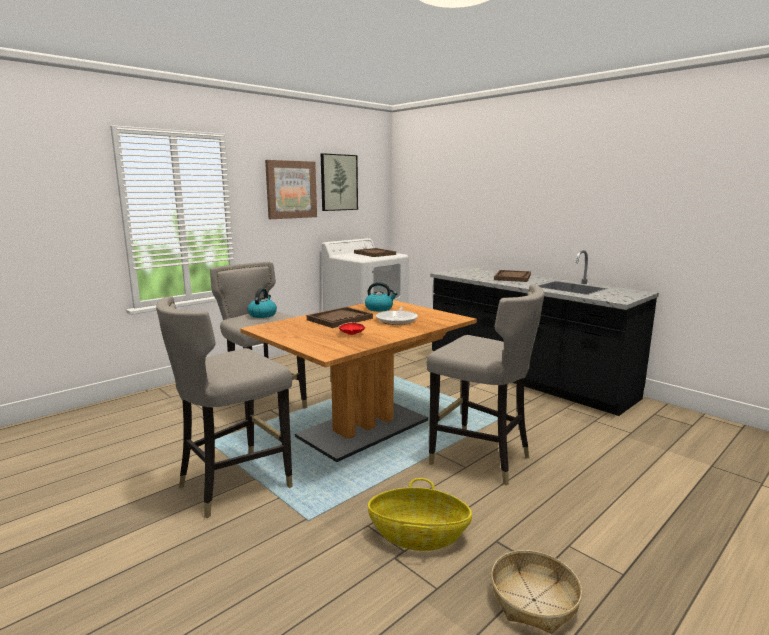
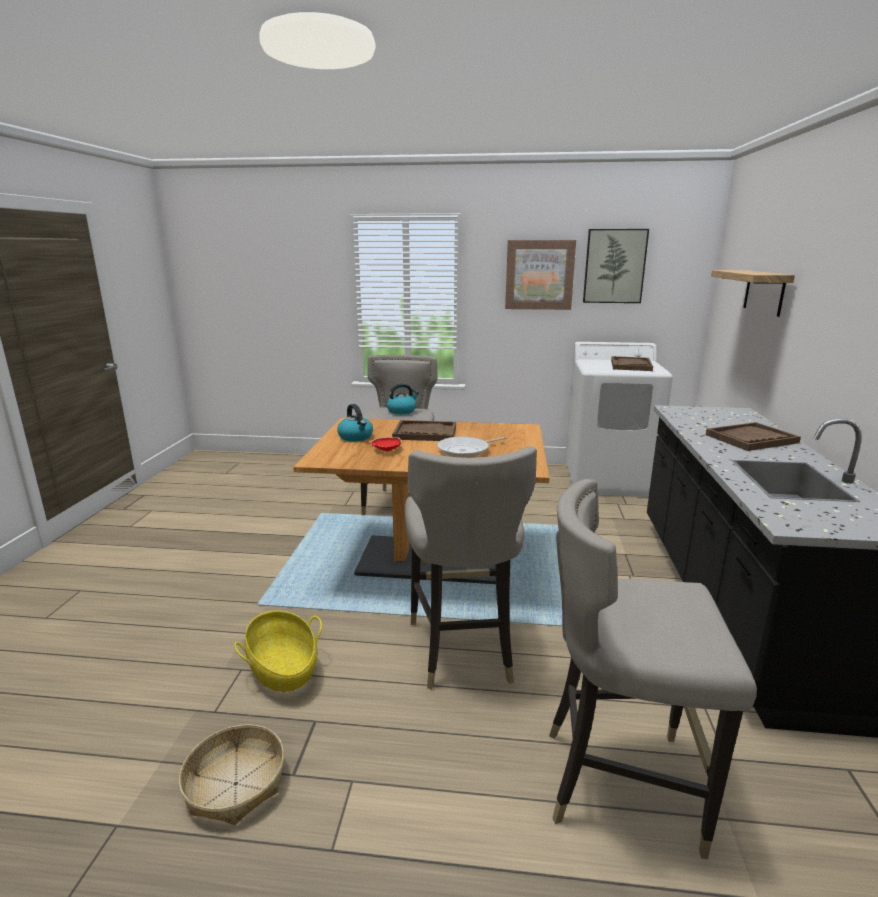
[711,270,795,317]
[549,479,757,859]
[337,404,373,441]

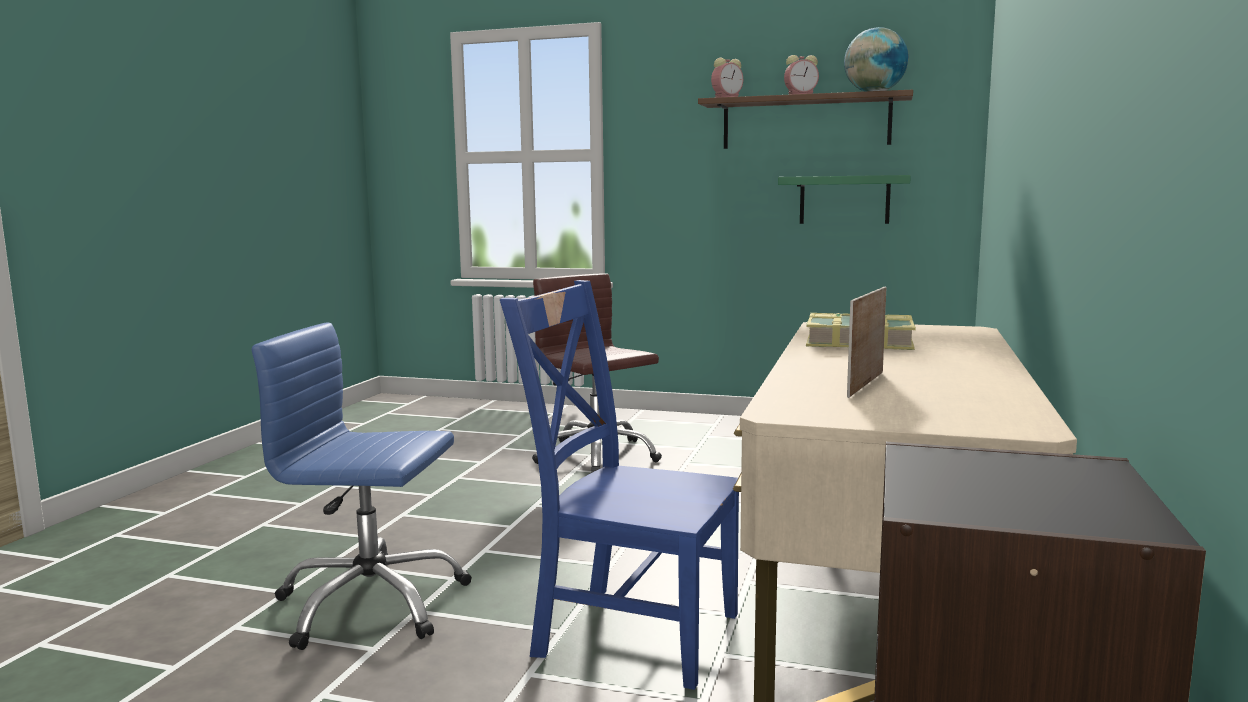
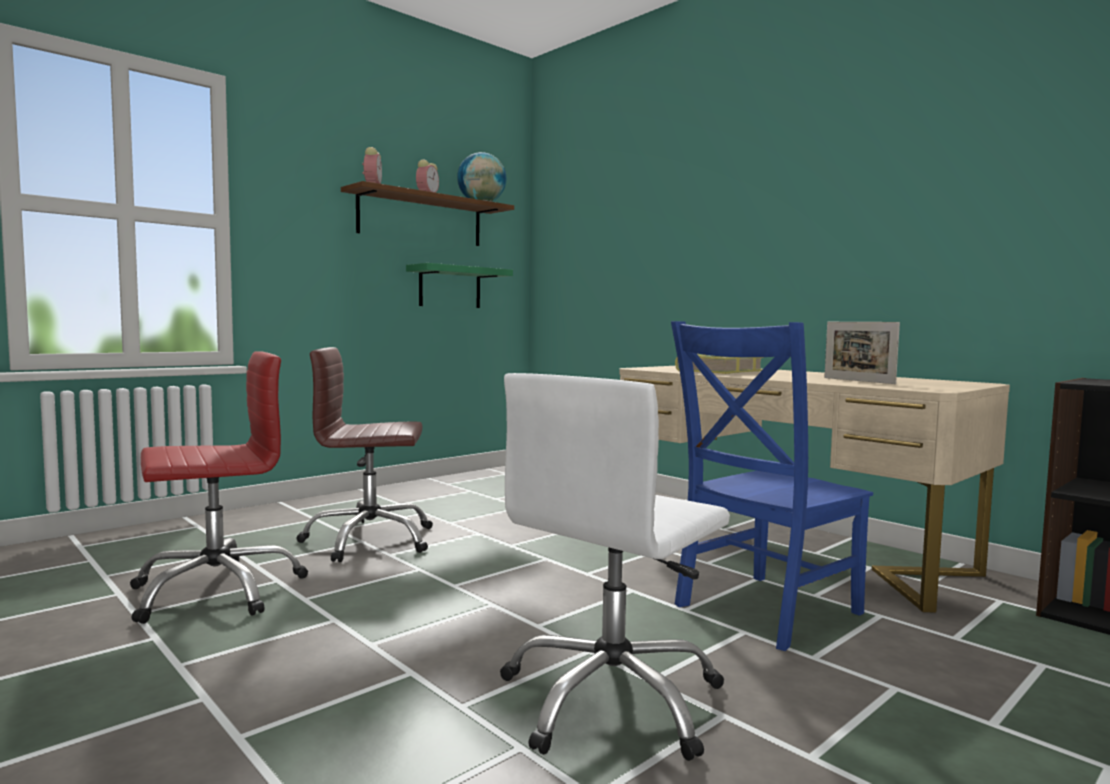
[130,351,308,624]
[500,373,730,761]

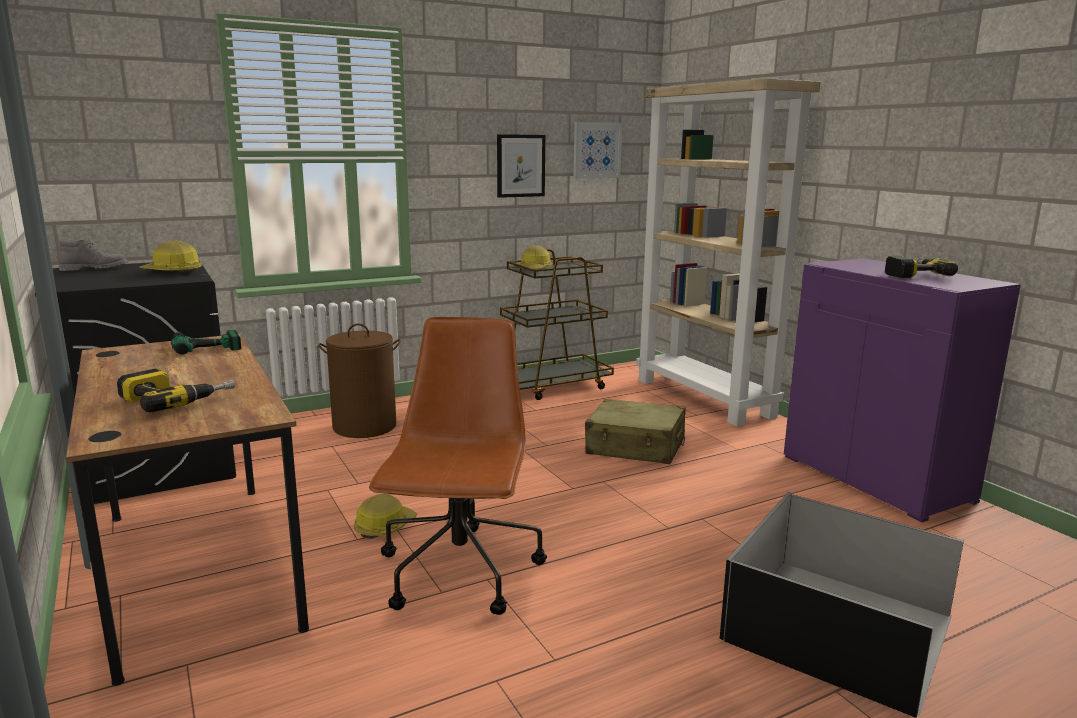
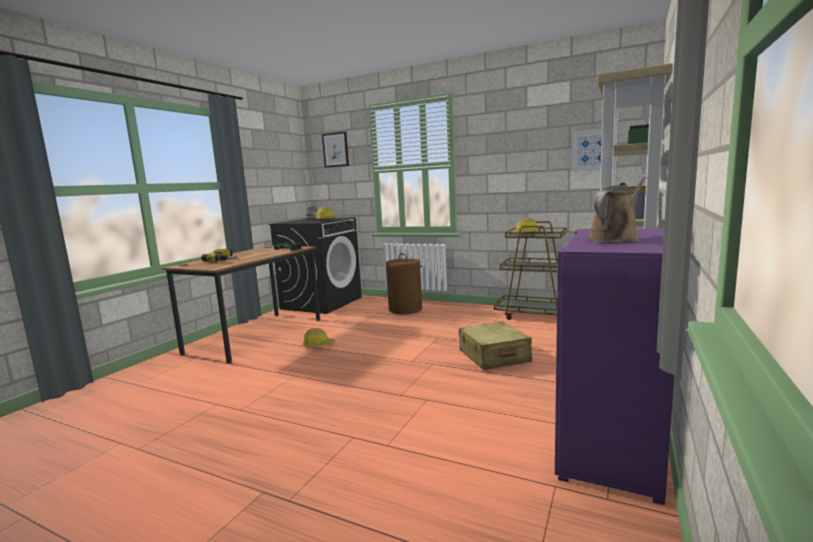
[369,317,547,615] (first image)
[720,492,964,718] (first image)
[322,131,349,168]
[588,176,647,243]

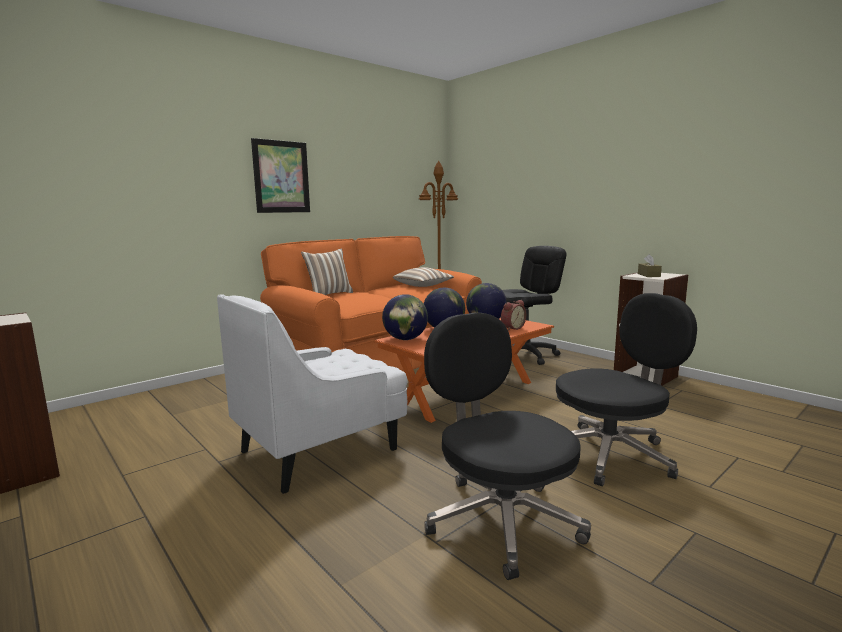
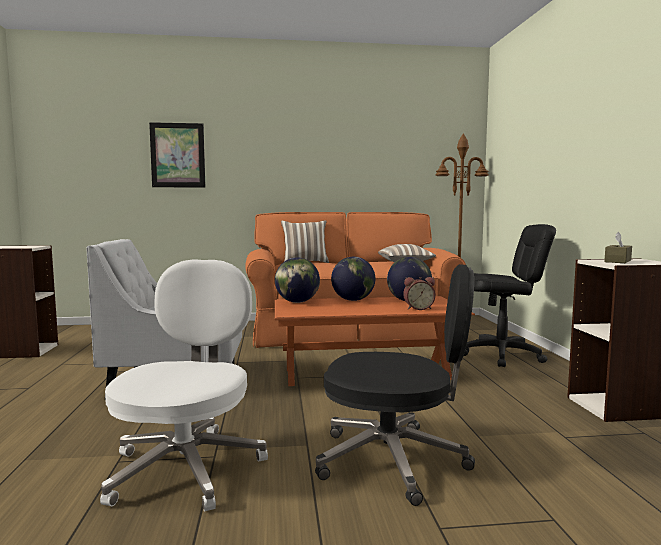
[149,122,205,188]
[100,259,268,511]

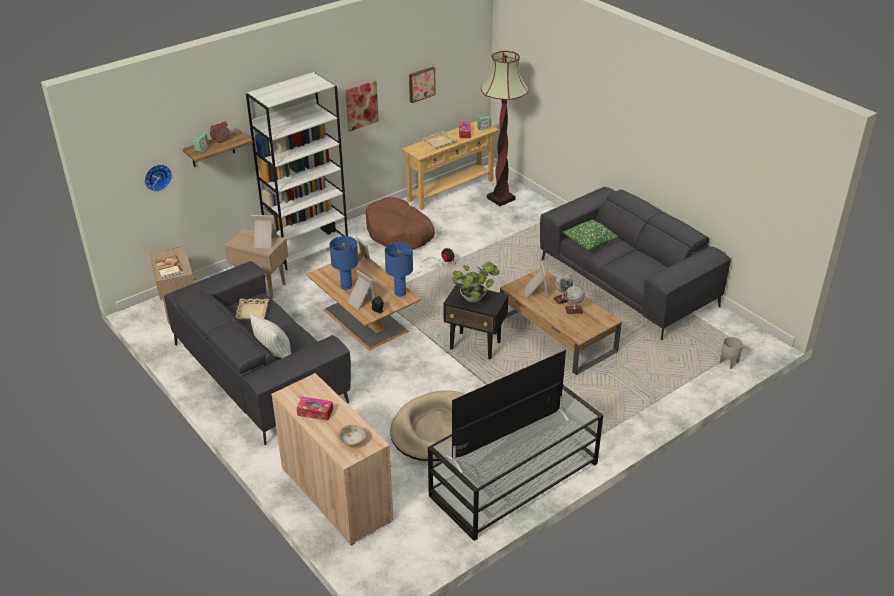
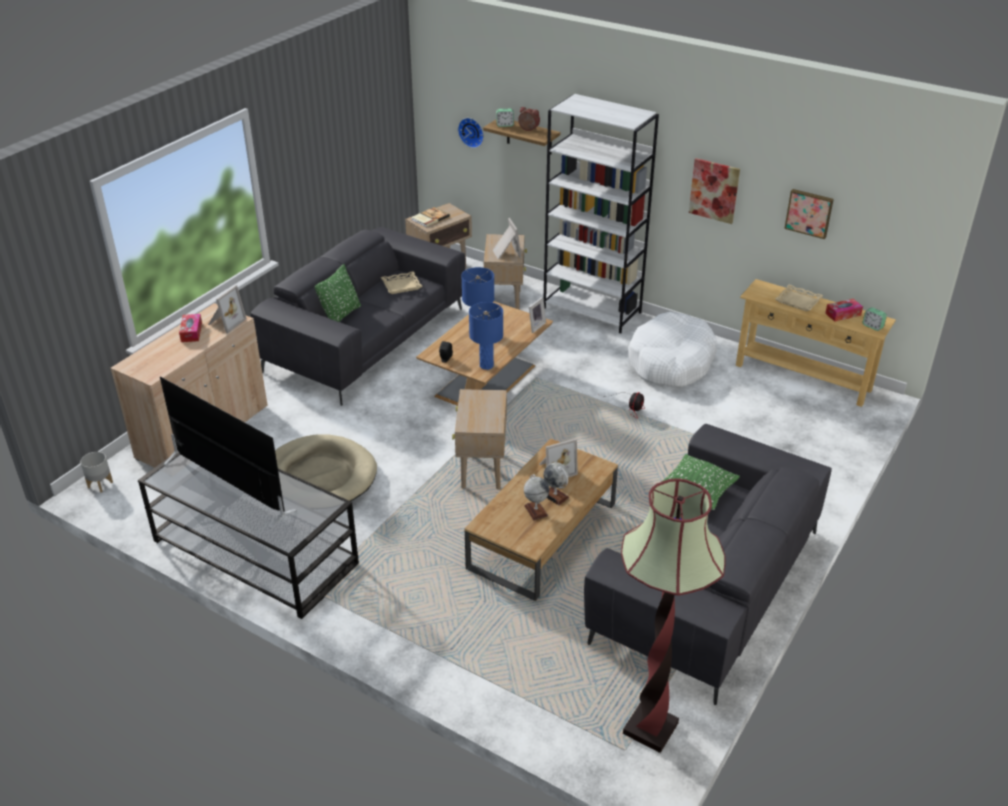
[338,425,366,446] (first image)
[452,262,500,303] (first image)
[208,285,247,333]
[621,478,725,753]
[80,452,113,493]
[315,264,361,322]
[628,312,717,387]
[452,389,507,490]

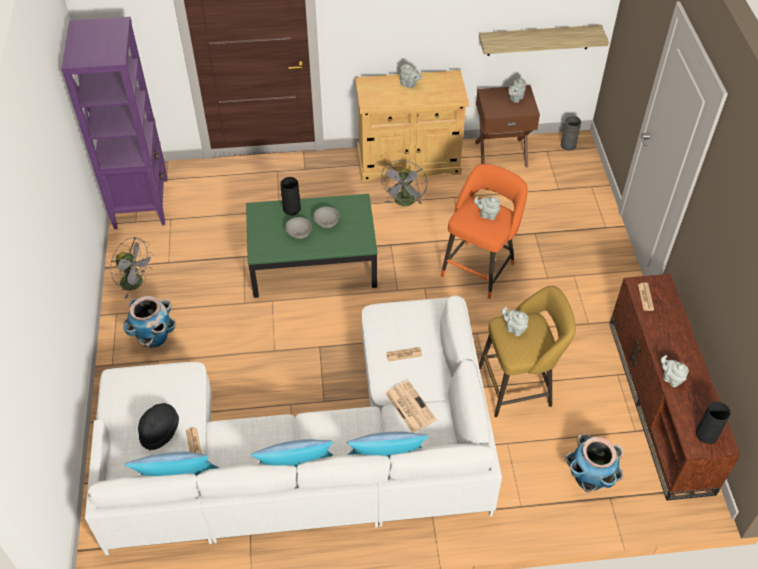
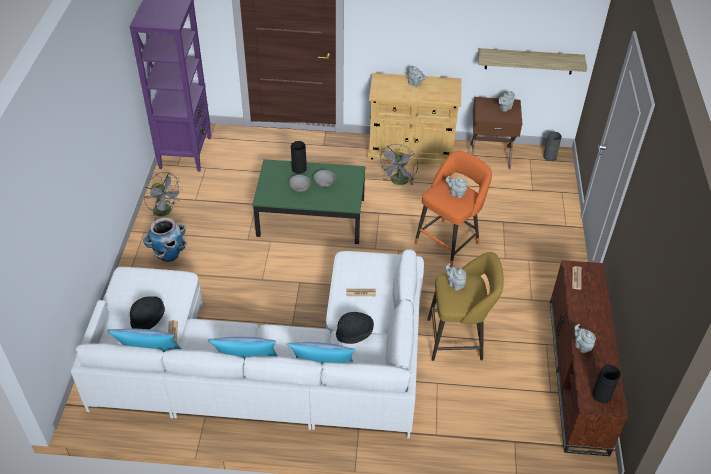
[565,434,624,492] (first image)
[336,312,374,344]

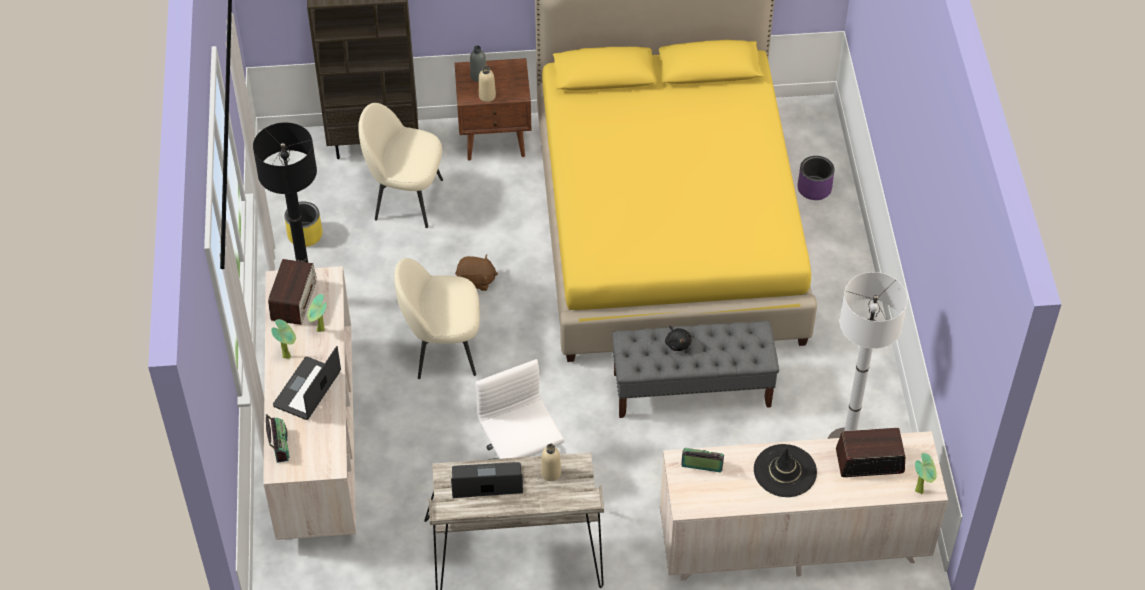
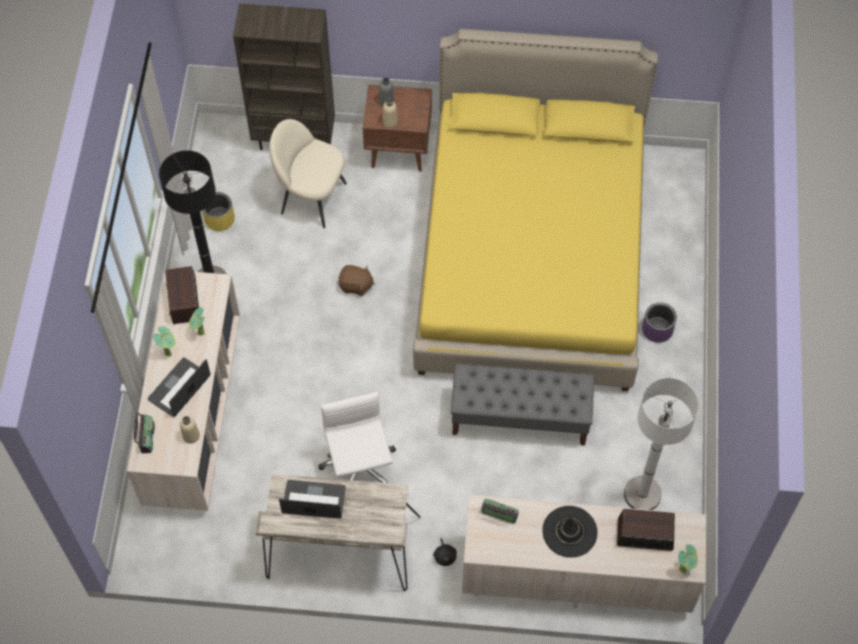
[394,258,480,379] (first image)
[180,416,200,444]
[433,538,457,566]
[642,303,677,343]
[165,266,199,324]

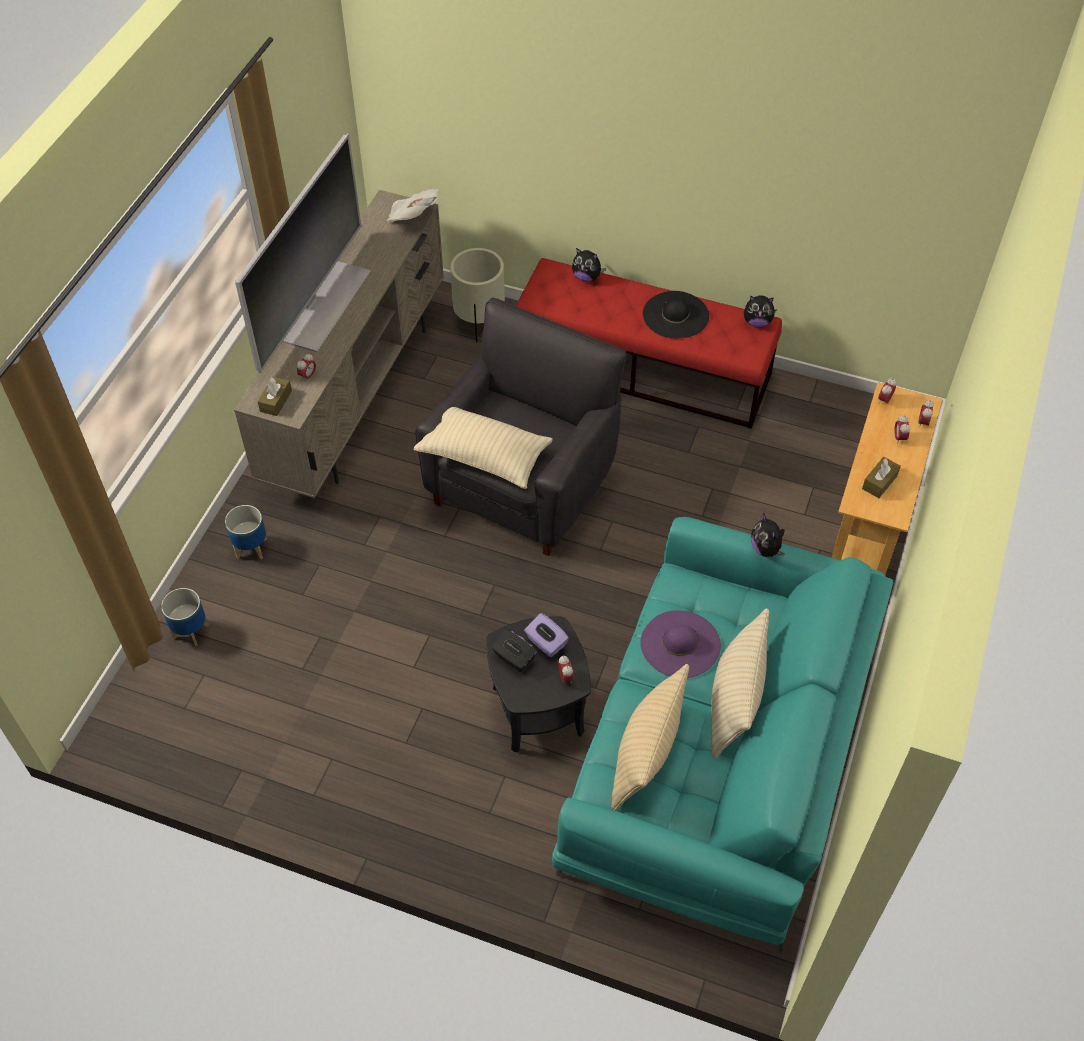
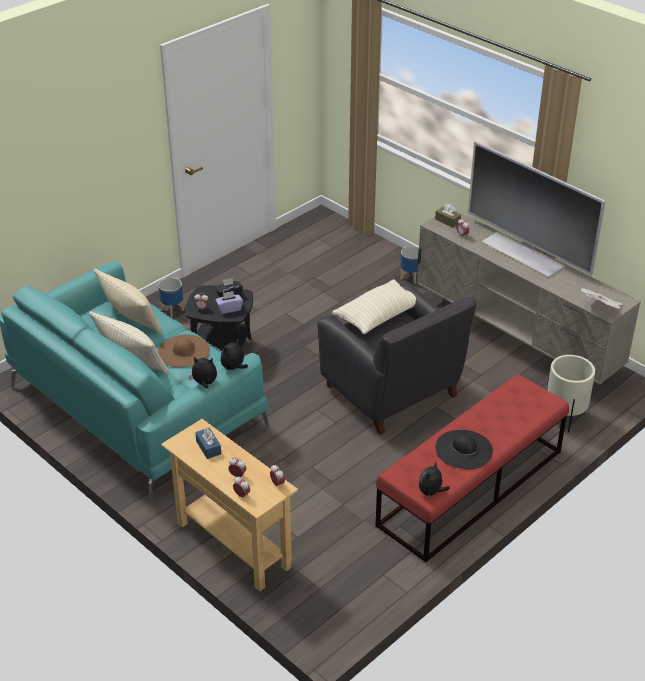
[158,277,184,317]
[221,339,248,370]
[158,334,210,367]
[195,427,221,459]

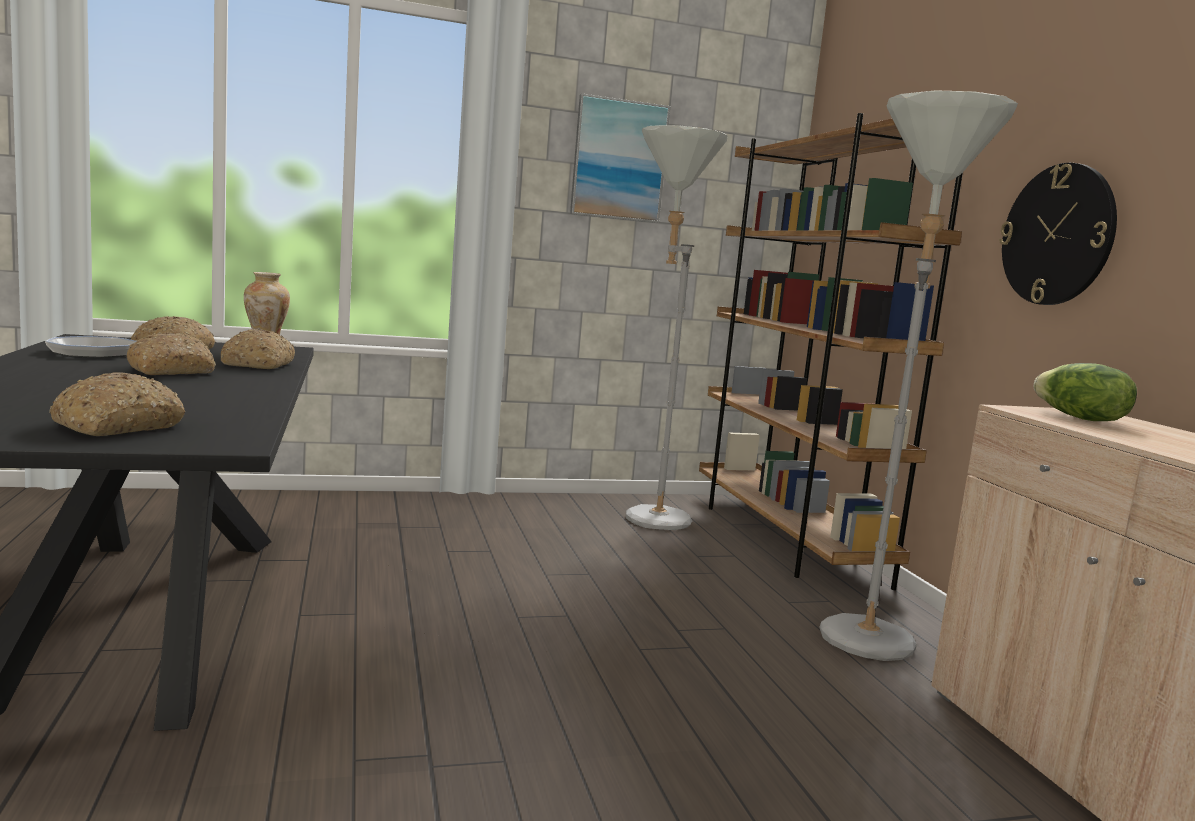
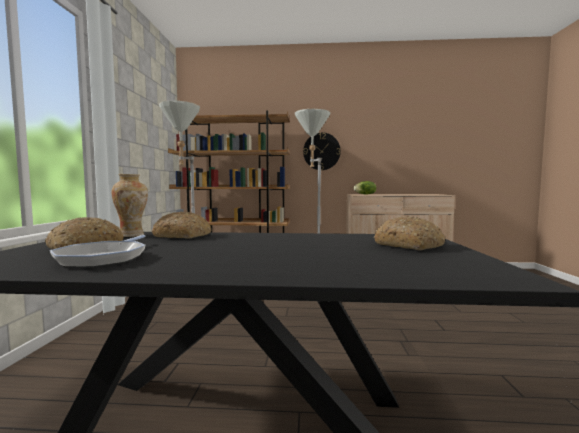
[126,332,216,375] (first image)
[570,94,670,223] (first image)

